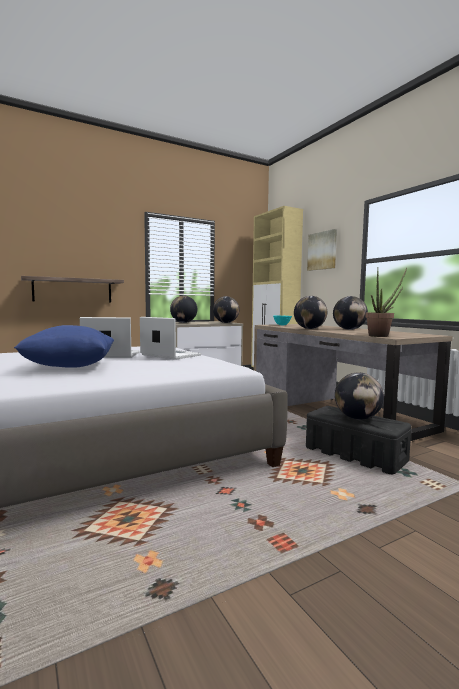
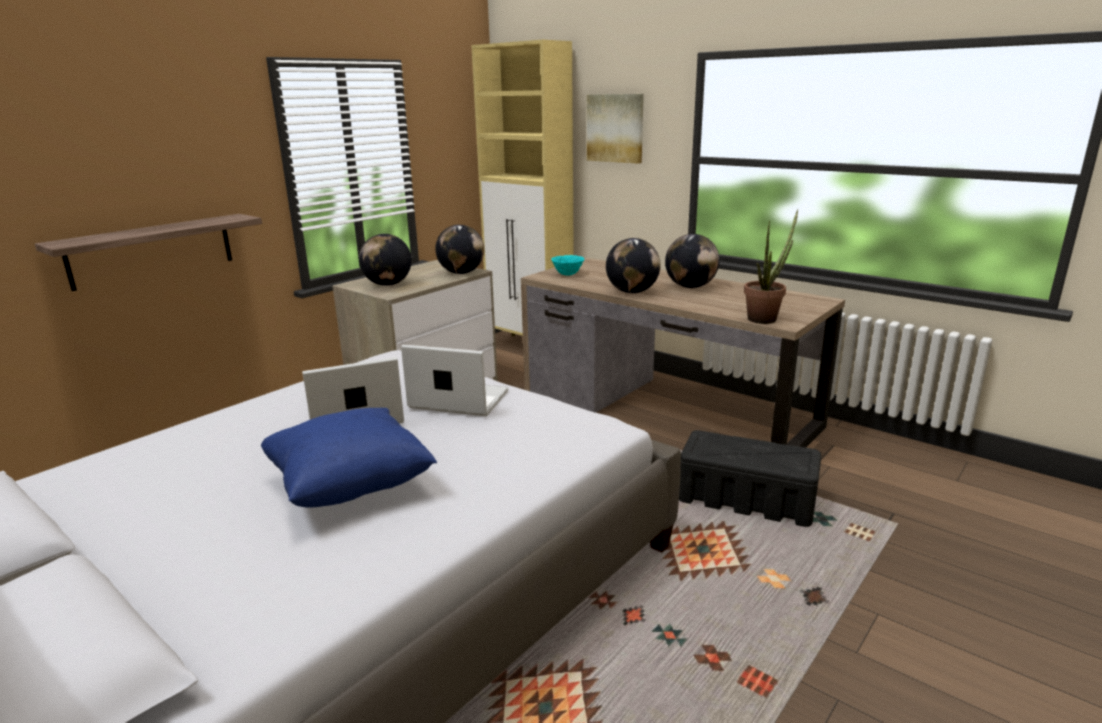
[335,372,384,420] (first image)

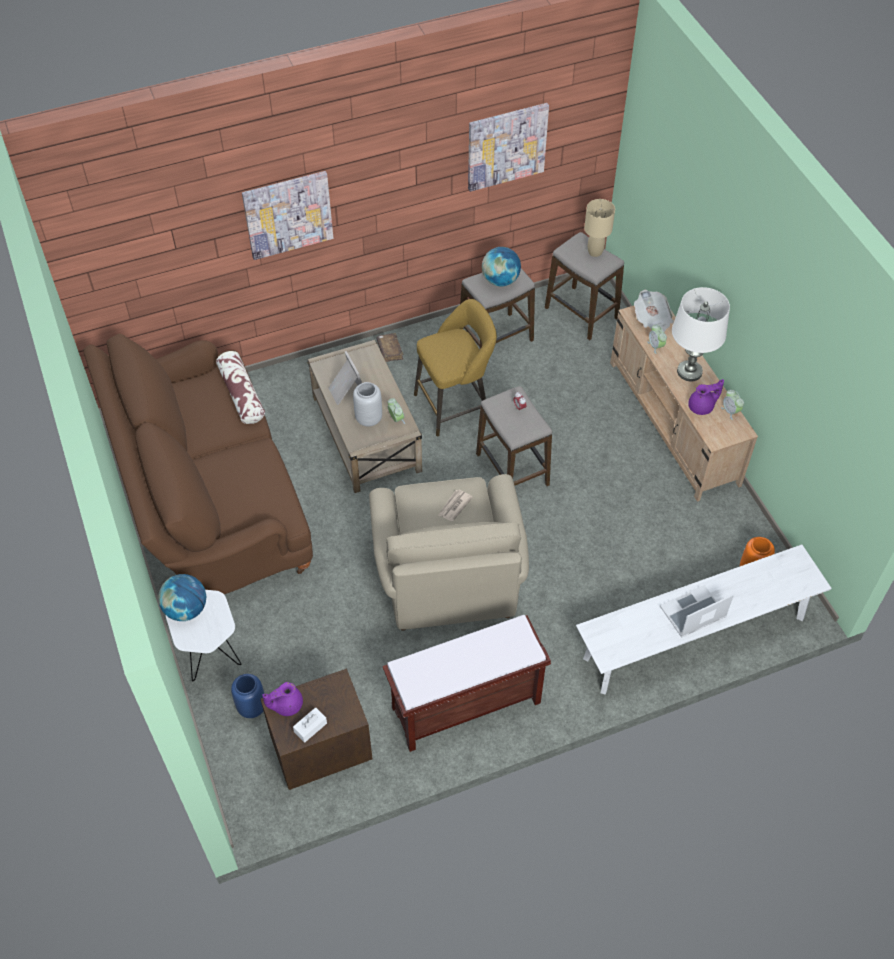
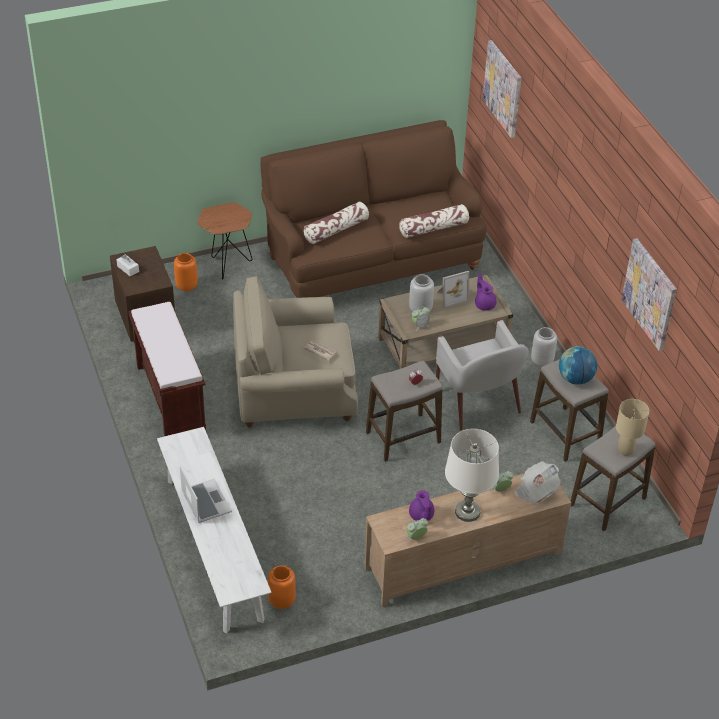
[158,574,206,621] (first image)
[304,202,369,244]
[483,40,521,138]
[475,273,497,311]
[531,327,557,367]
[436,319,529,430]
[198,202,253,280]
[174,253,198,291]

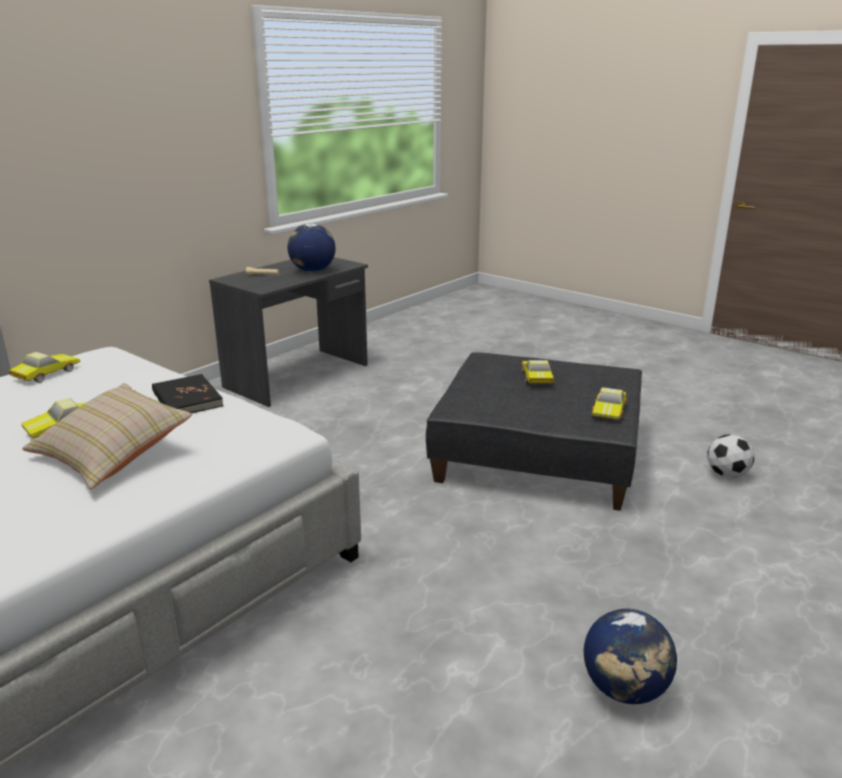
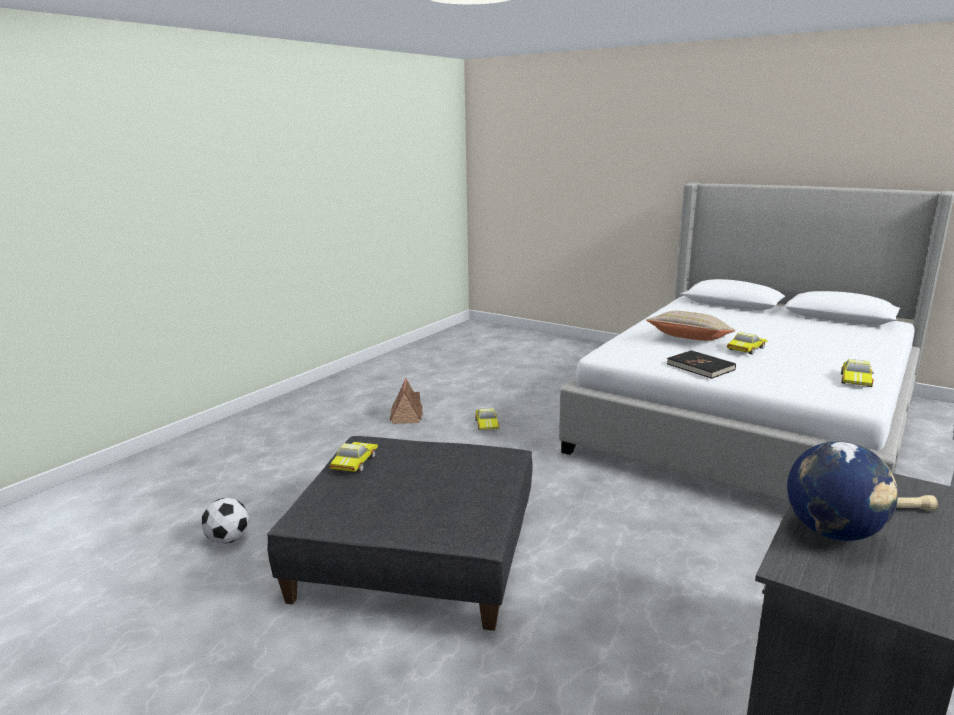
[475,408,499,430]
[389,378,423,424]

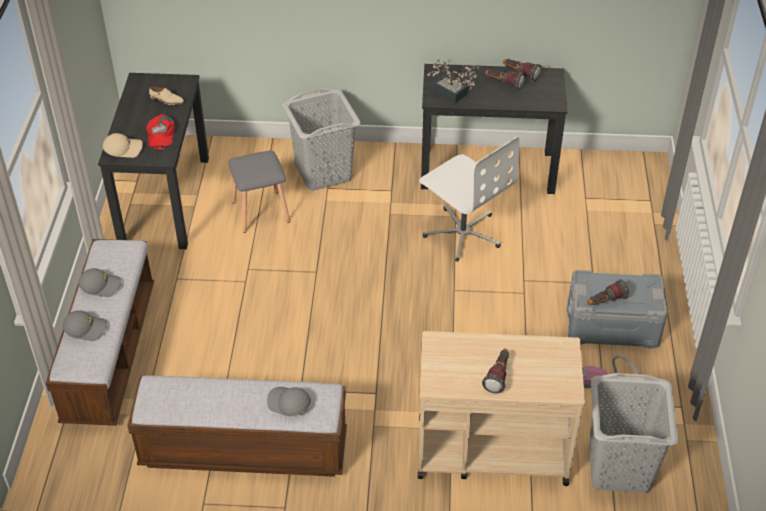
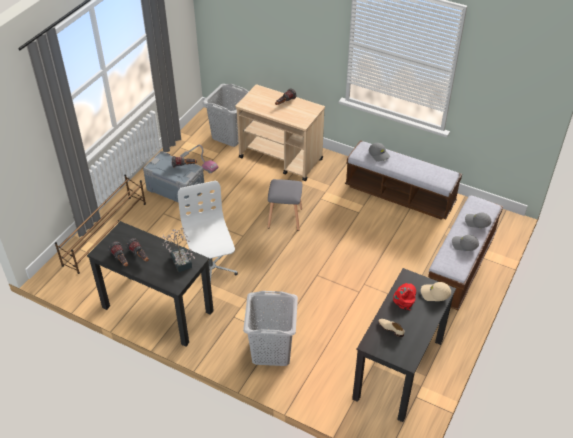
[55,174,146,274]
[268,179,302,231]

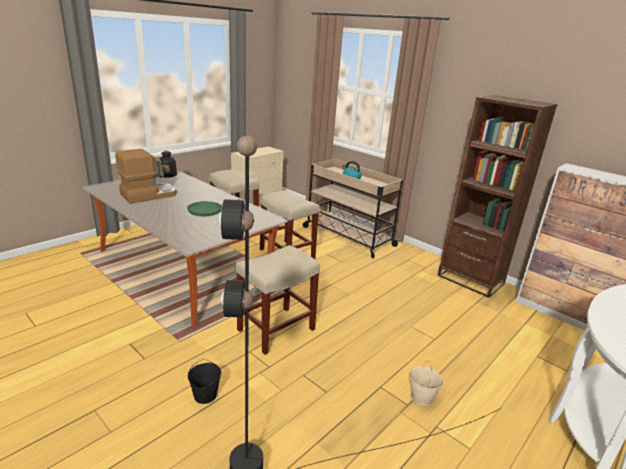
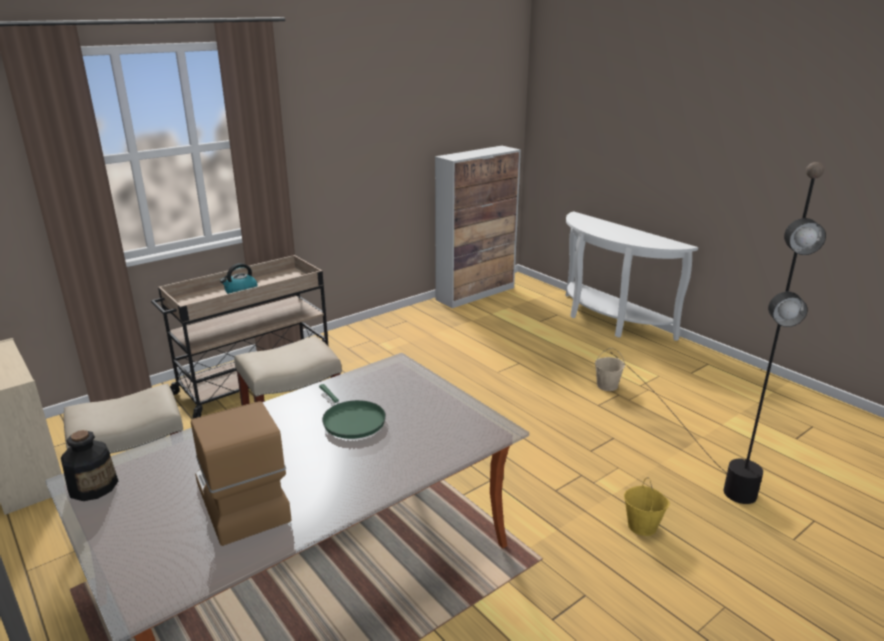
[236,245,320,355] (first image)
[437,95,557,298] (first image)
[624,478,670,536]

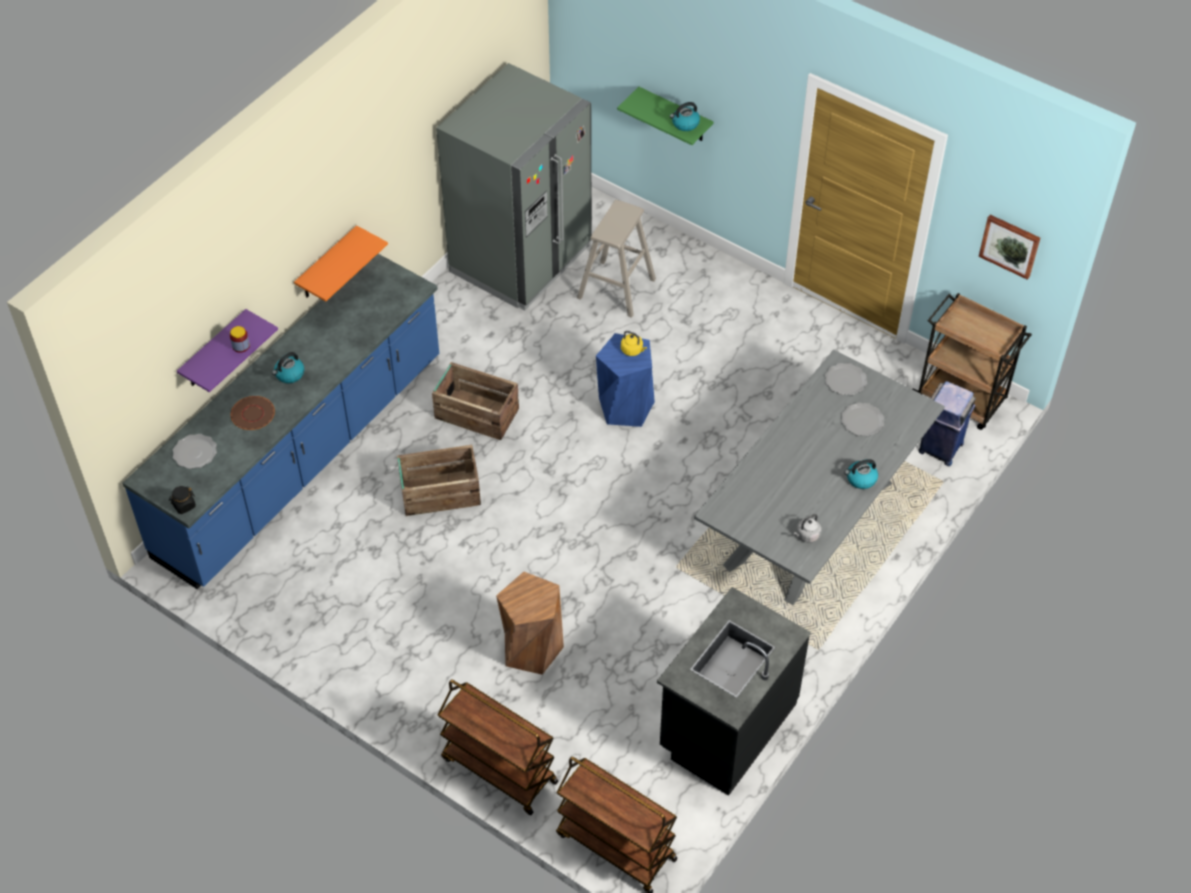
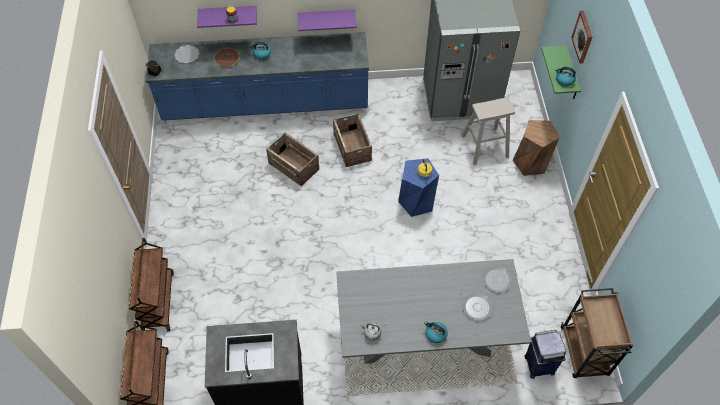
[513,120,560,176]
[571,11,592,64]
[298,9,357,31]

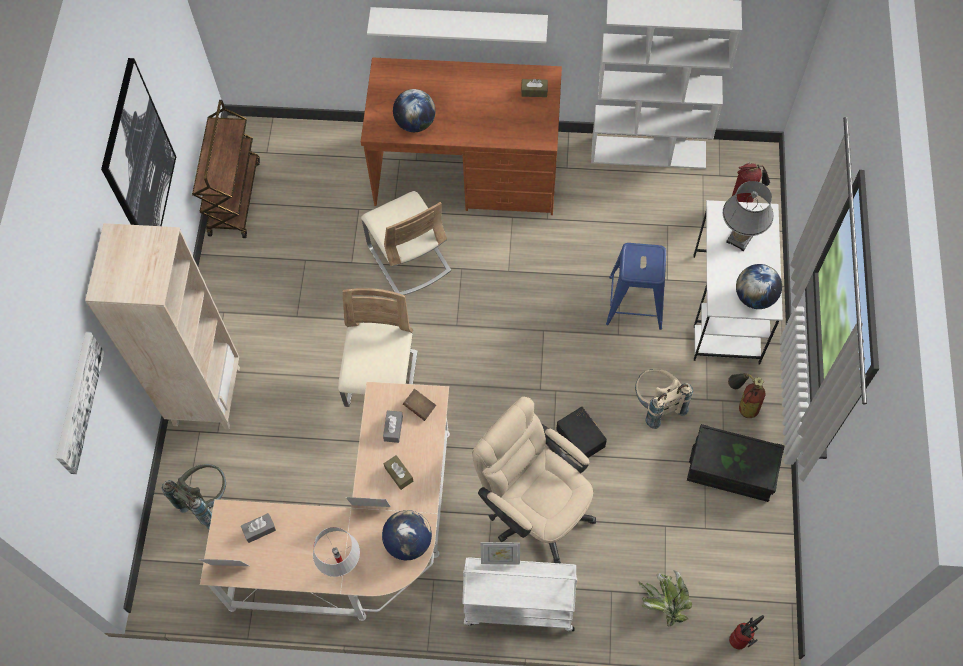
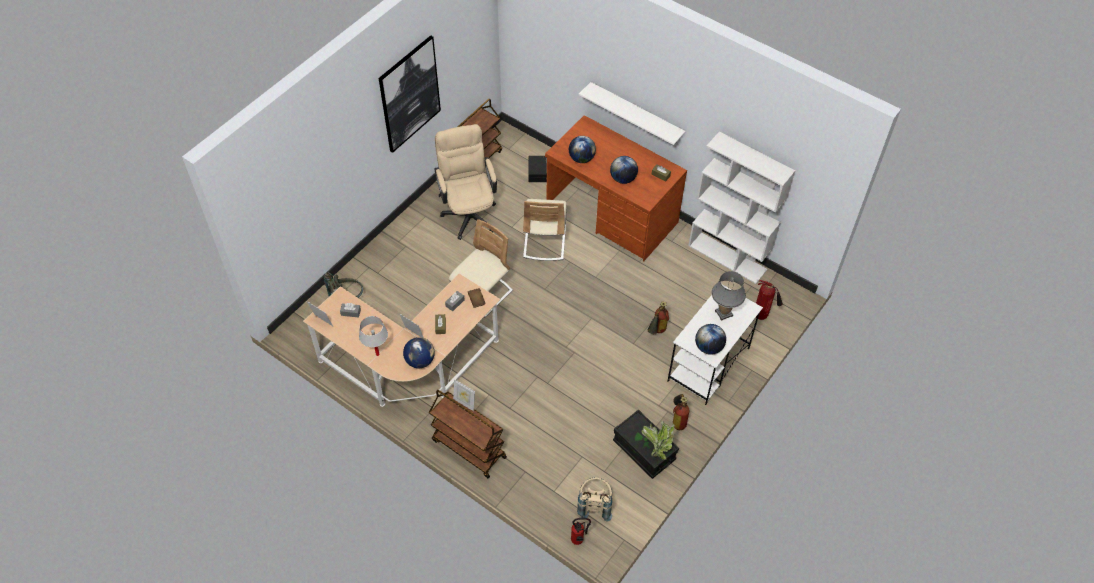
[56,333,104,474] (first image)
[85,223,240,430] (first image)
[610,156,638,184]
[434,124,497,240]
[528,156,547,182]
[577,478,612,521]
[642,421,675,459]
[648,301,669,334]
[429,390,507,479]

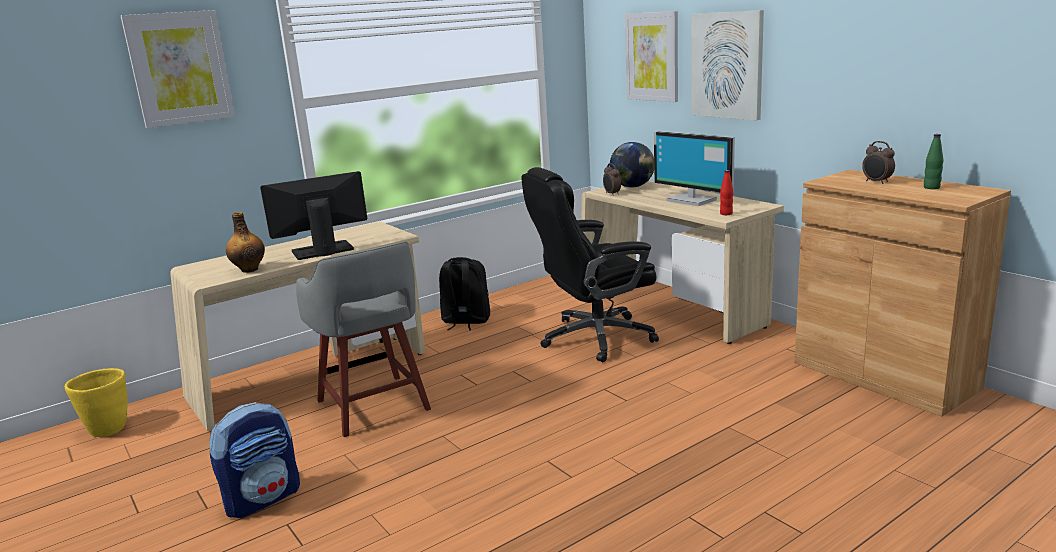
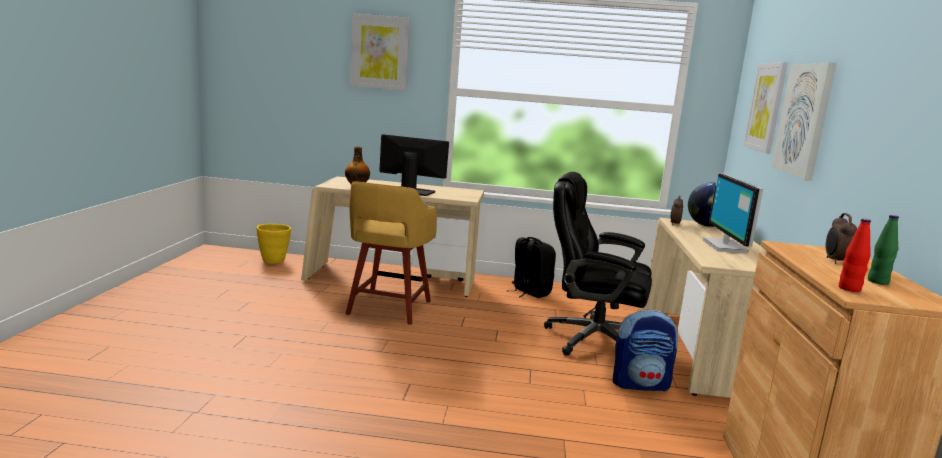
[613,309,678,392]
[839,219,871,292]
[346,182,437,325]

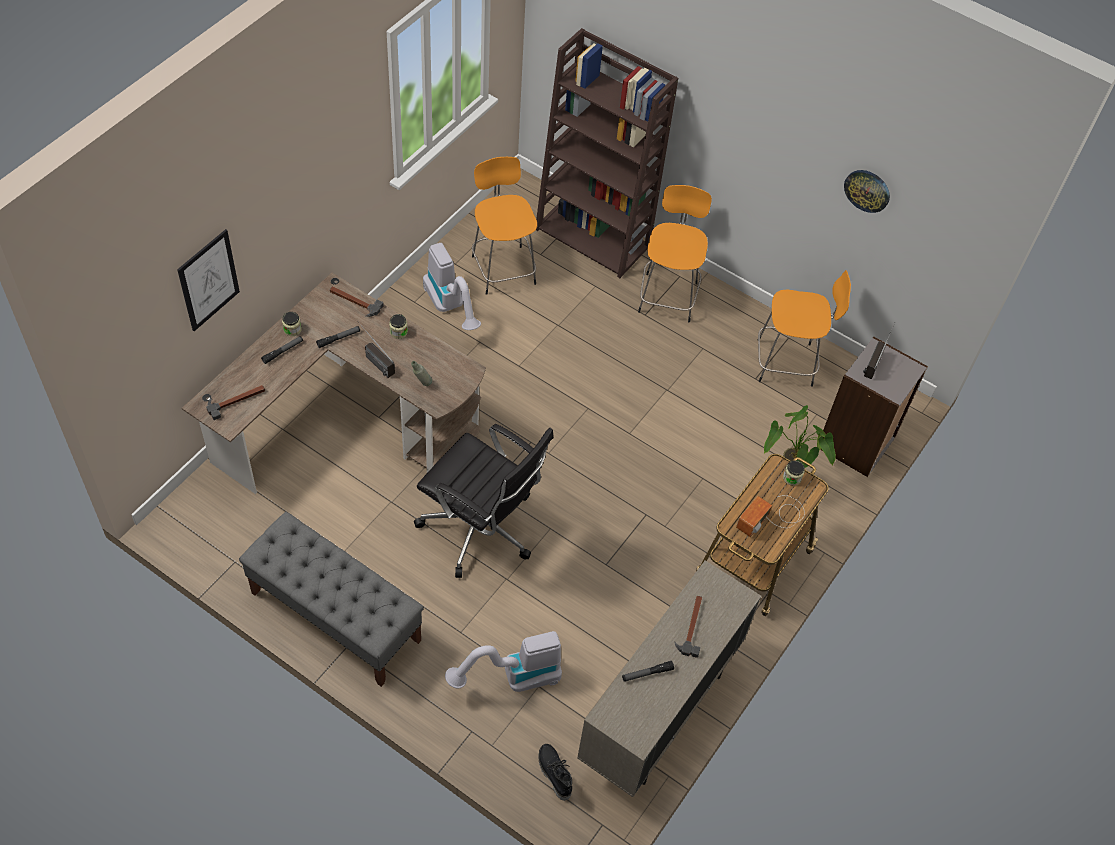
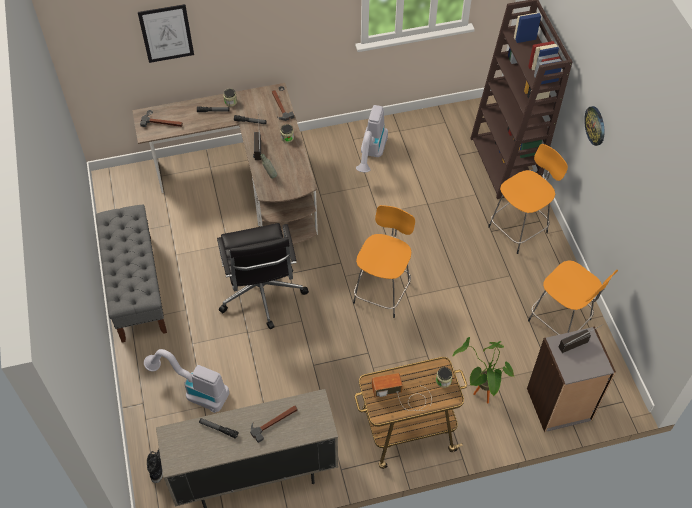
[353,205,415,318]
[584,106,605,146]

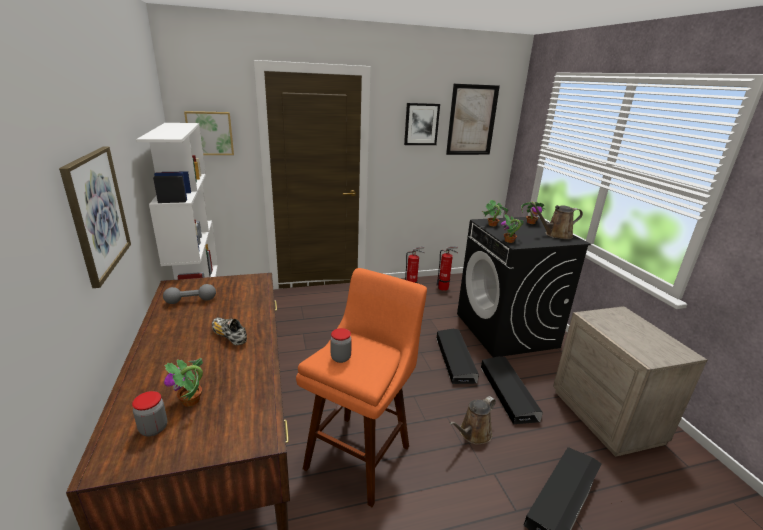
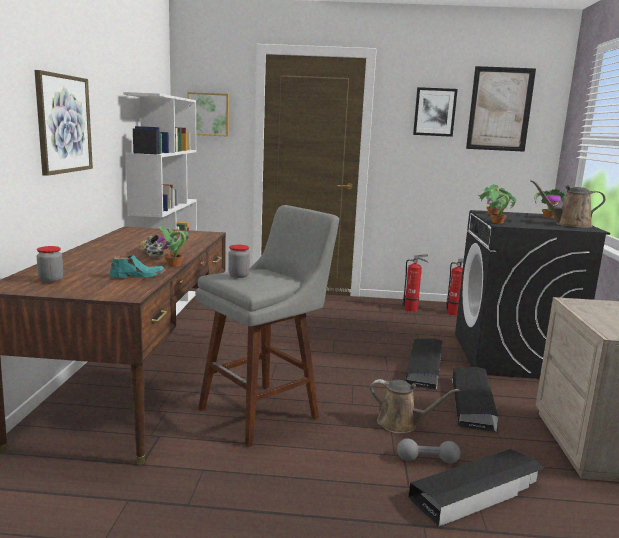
[110,255,165,278]
[397,438,461,464]
[157,226,189,266]
[195,205,339,448]
[370,379,459,433]

